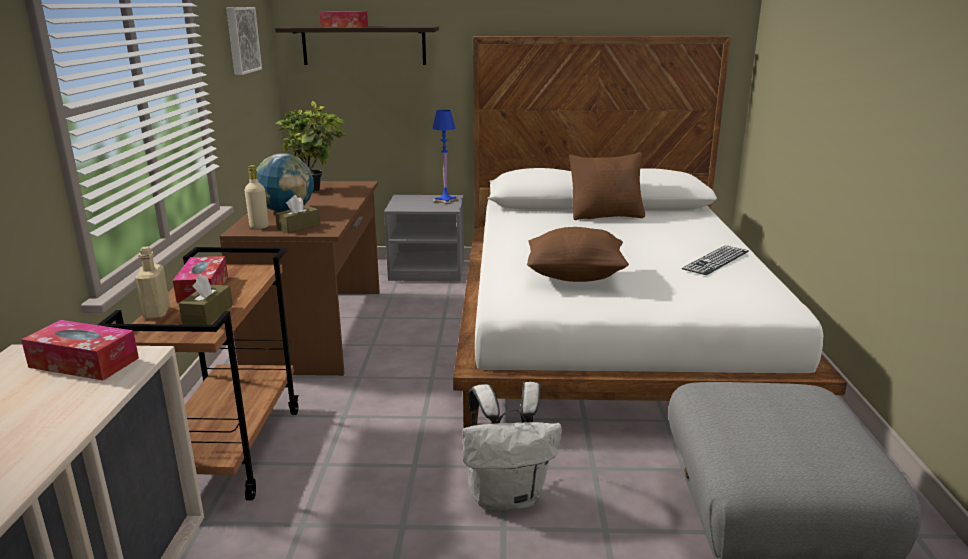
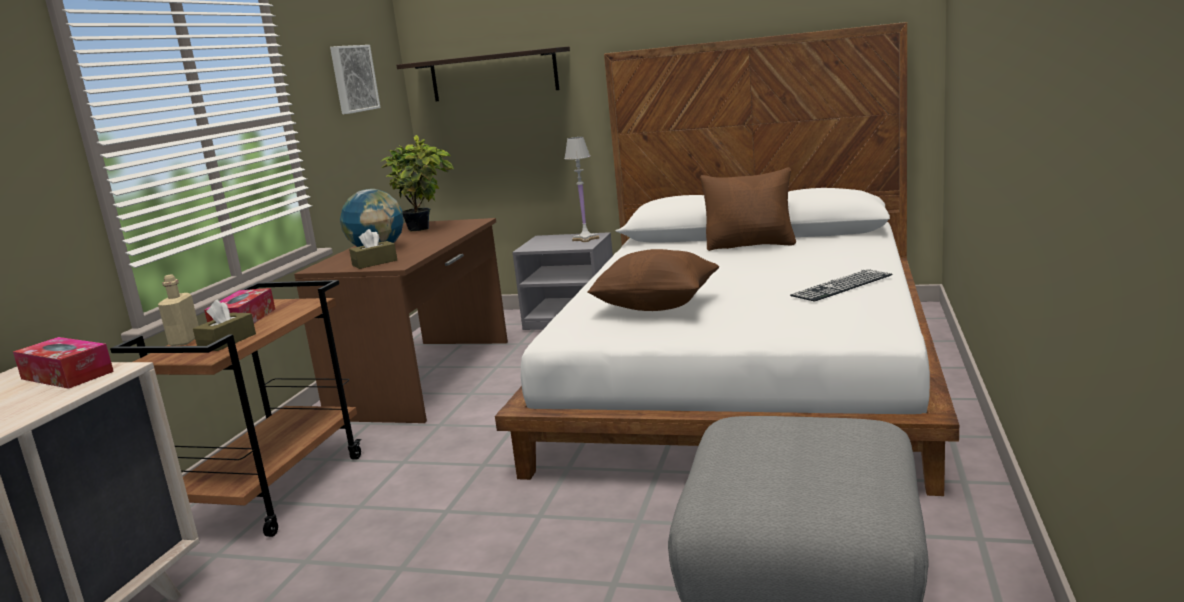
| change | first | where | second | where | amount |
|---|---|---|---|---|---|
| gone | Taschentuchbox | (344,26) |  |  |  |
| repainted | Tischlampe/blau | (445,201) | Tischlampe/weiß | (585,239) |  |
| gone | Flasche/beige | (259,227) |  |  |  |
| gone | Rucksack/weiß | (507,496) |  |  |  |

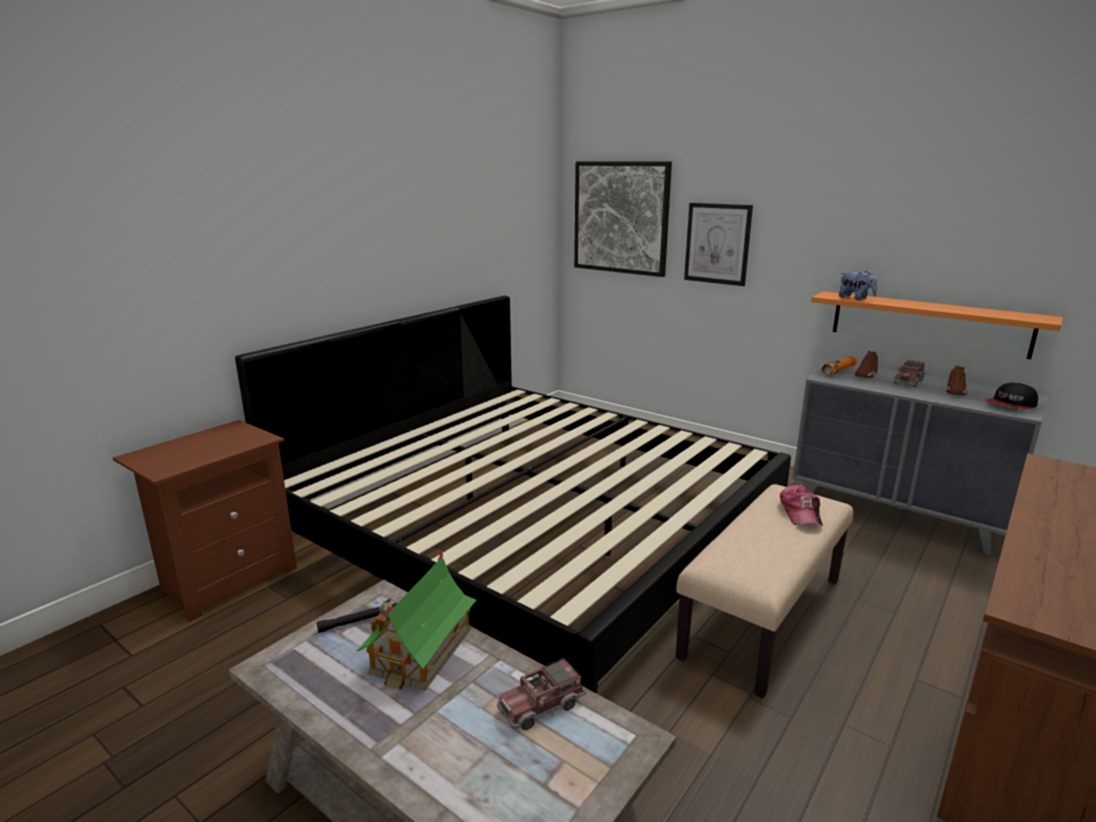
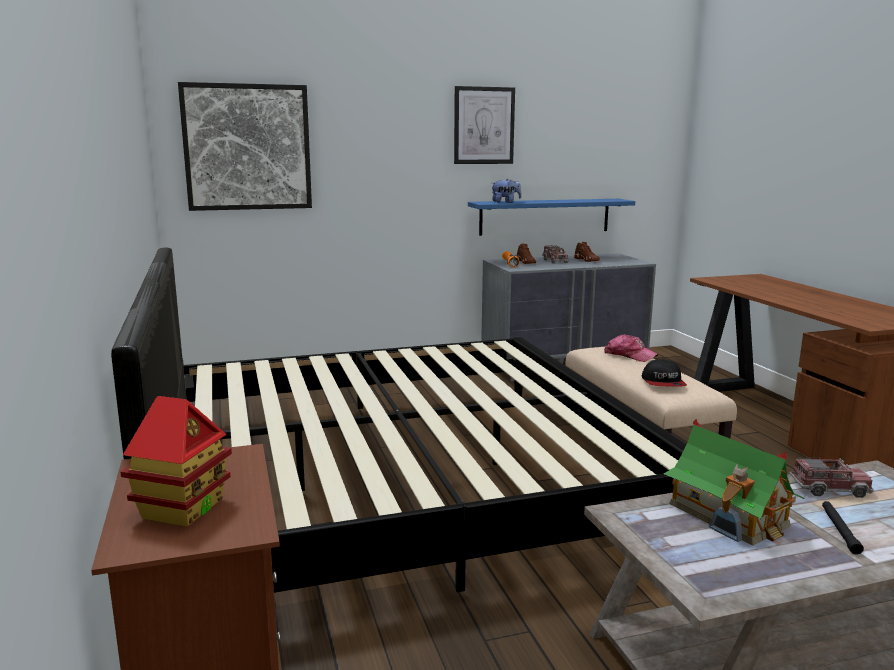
| change | first | where | second | where | amount |
|---|---|---|---|---|---|
| shifted | Bild | (717,243) |  | (484,125) |  |
| repainted | Wandregal/orange | (928,323) | Wandregal/blau | (545,216) |  |
| shifted | Kappe | (1011,405) |  | (663,383) |  |
| shifted | Taschenlampe/schwarz | (360,620) |  | (839,530) |  |
| rotated | Spielzeuglaster | (541,706) |  | (829,489) | 90 degrees counterclockwise |
| new |  |  | Spielzeughaus | (183,508) |  |

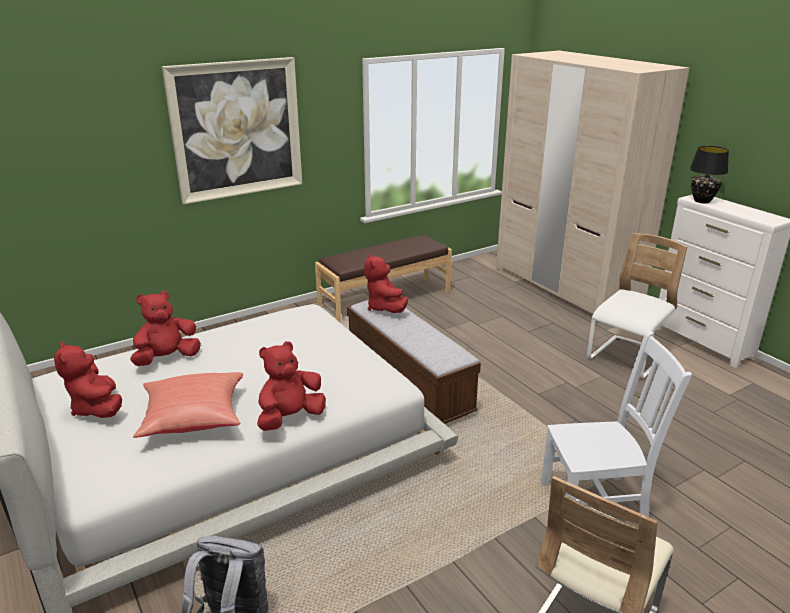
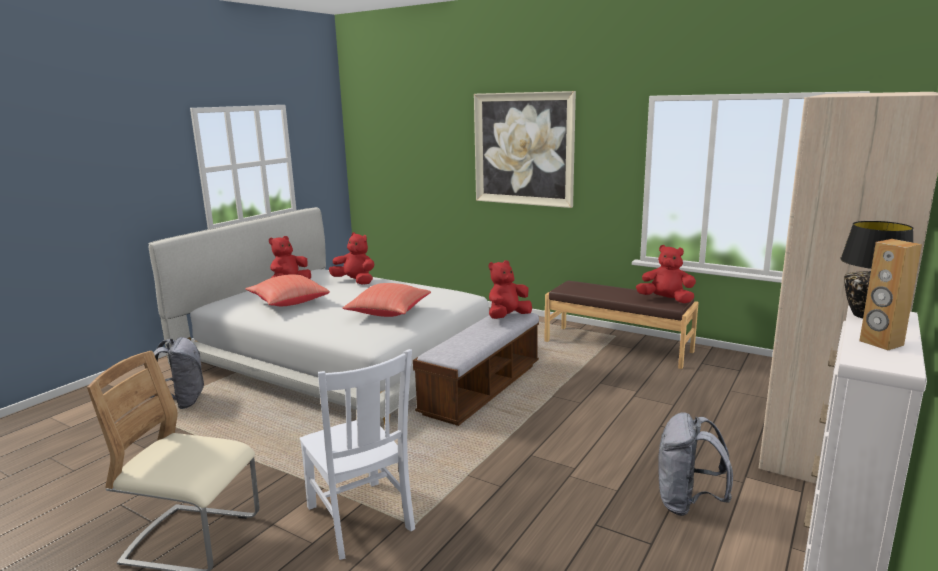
| change | first | where | second | where | amount |
|---|---|---|---|---|---|
| swapped | Stuhl/weiß | (627,358) | Rucksack/grau | (687,503) |  |
| shifted | Plüschtier/rot | (290,418) |  | (666,300) |  |
| new |  |  | Lautsprecher/braun | (881,343) |  |
| new |  |  | Kissen/rot | (389,313) |  |

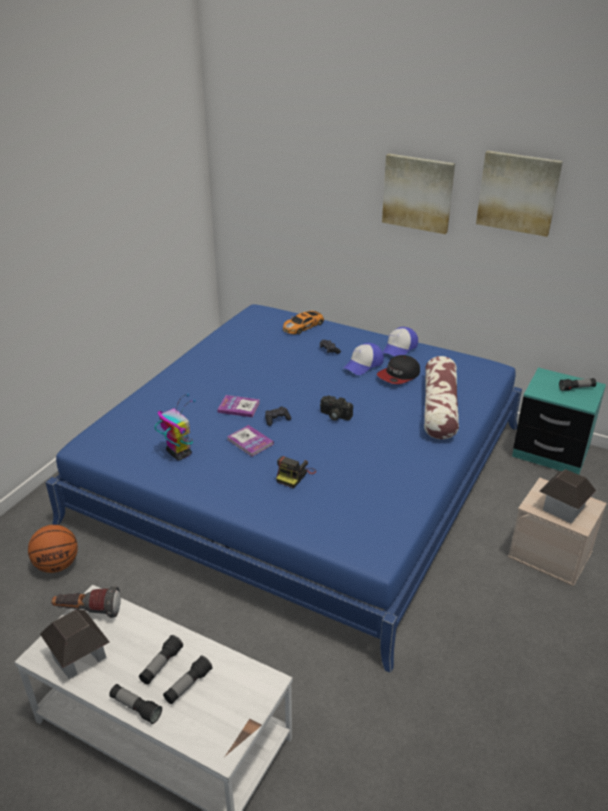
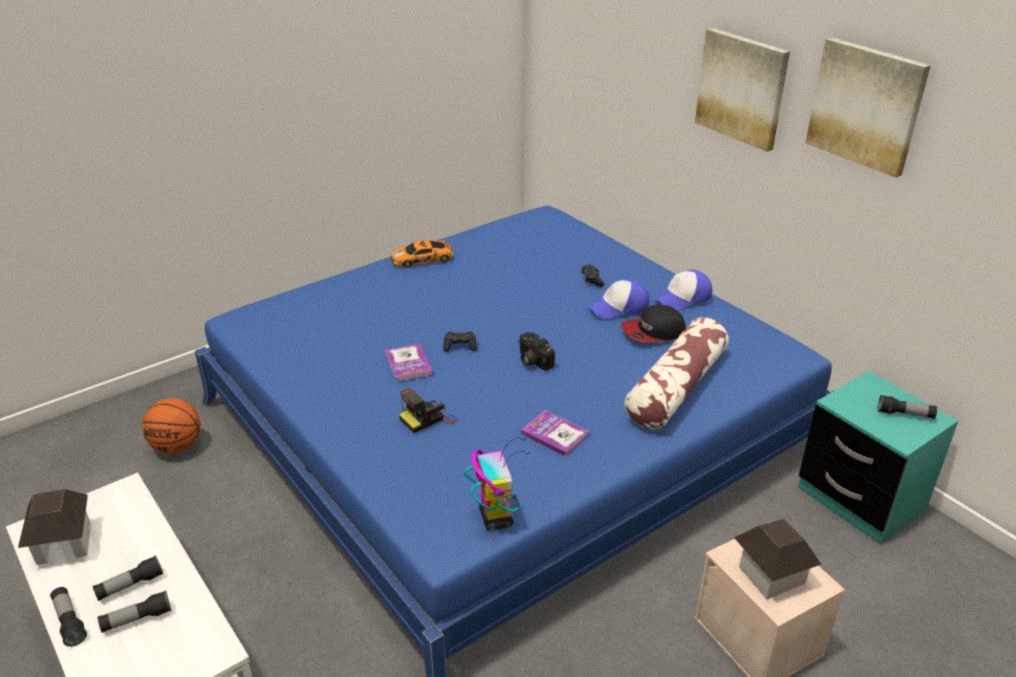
| change | first | where | second | where | amount |
|---|---|---|---|---|---|
| shifted | Spielzeugauto | (303,326) |  | (423,259) |  |
| shifted | Spielzeugroboter | (178,453) |  | (495,517) |  |
| shifted | Buch | (239,407) |  | (554,434) |  |
| gone | Taschenlampe | (88,611) |  |  |  |

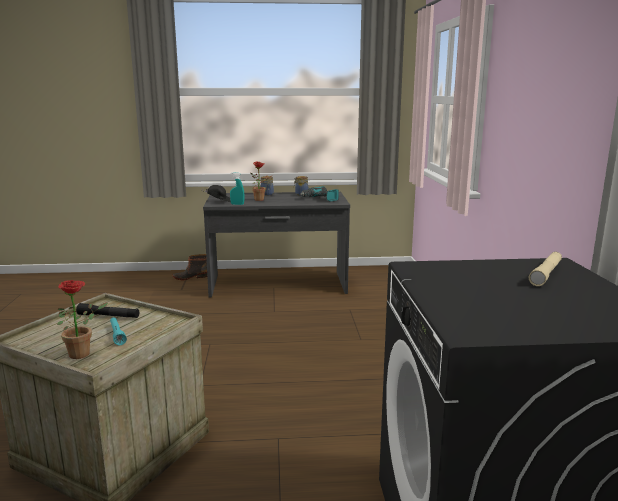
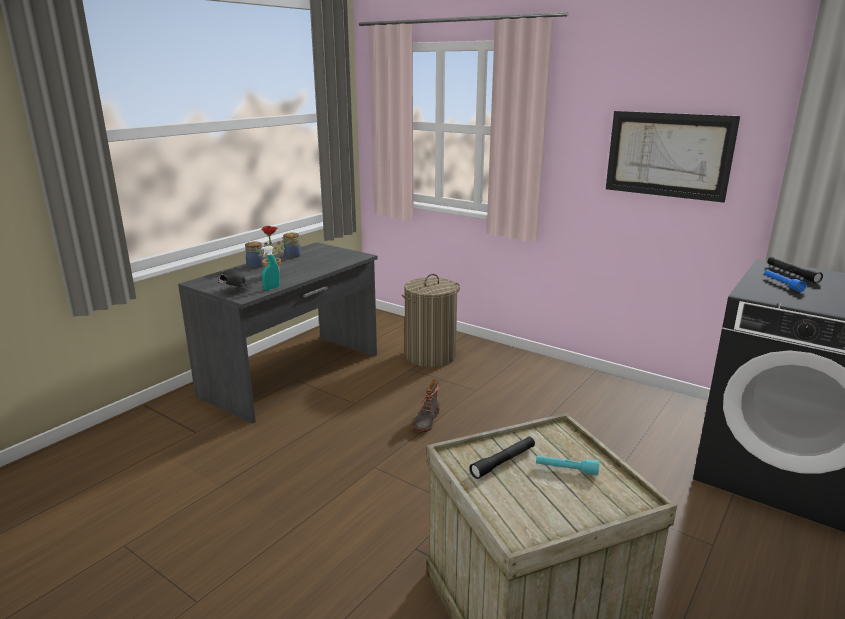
| change | first | where | second | where | amount |
|---|---|---|---|---|---|
| gone | Bohrmaschine | (320,199) |  |  |  |
| repainted | Taschenlampe/beige | (546,274) | Taschenlampe/schwarz | (792,274) |  |
| shifted | Stiefel | (190,277) |  | (425,421) |  |
| gone | Topfpflanze | (84,353) |  |  |  |
| new |  |  | Bild | (668,155) |  |
| new |  |  | Taschenlampe/blau | (782,284) |  |
| new |  |  | Wäschekorb | (430,356) |  |

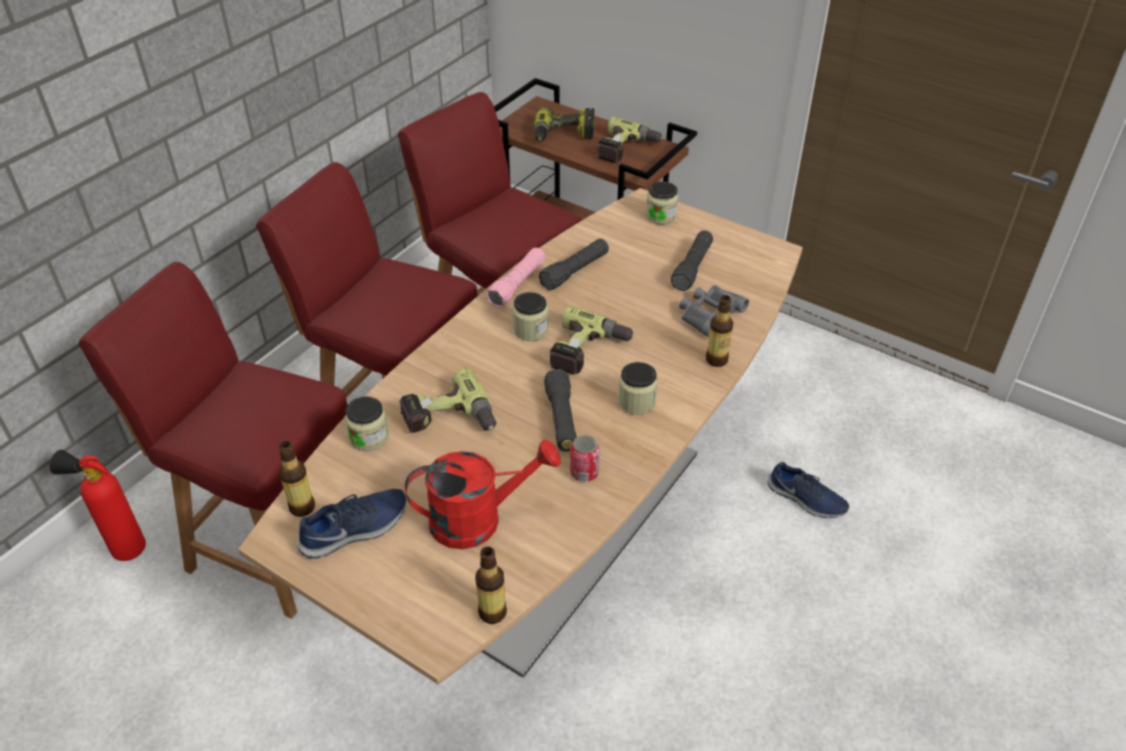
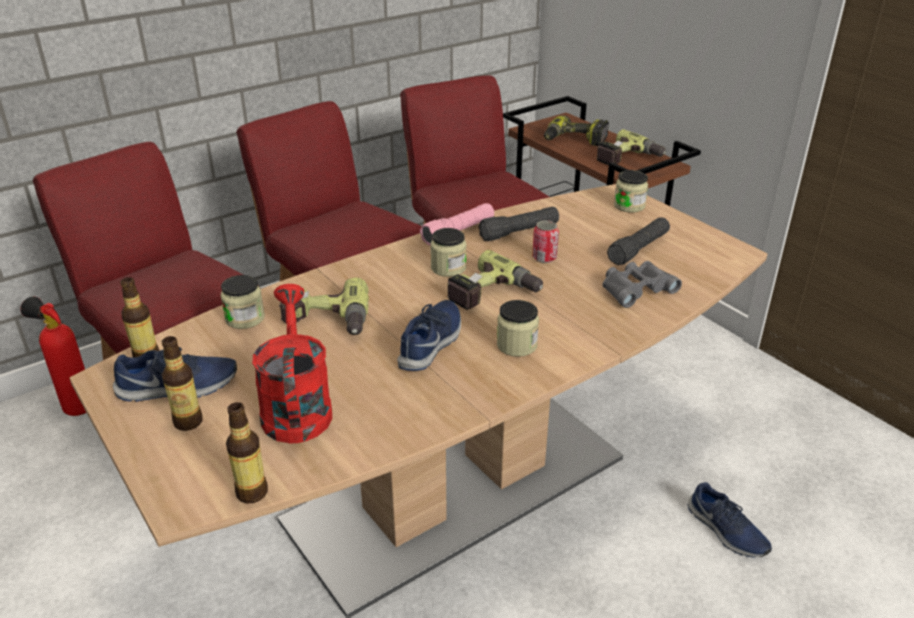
| change | first | where | second | where | amount |
|---|---|---|---|---|---|
| shifted | Flasche | (716,360) |  | (188,422) |  |
| swapped | Taschenlampe/schwarz | (561,419) | Schuh/blau | (432,343) |  |
| shifted | Dose | (584,473) |  | (544,258) |  |
| rotated | Gießkanne/rot | (478,519) |  | (296,407) | 105 degrees counterclockwise |

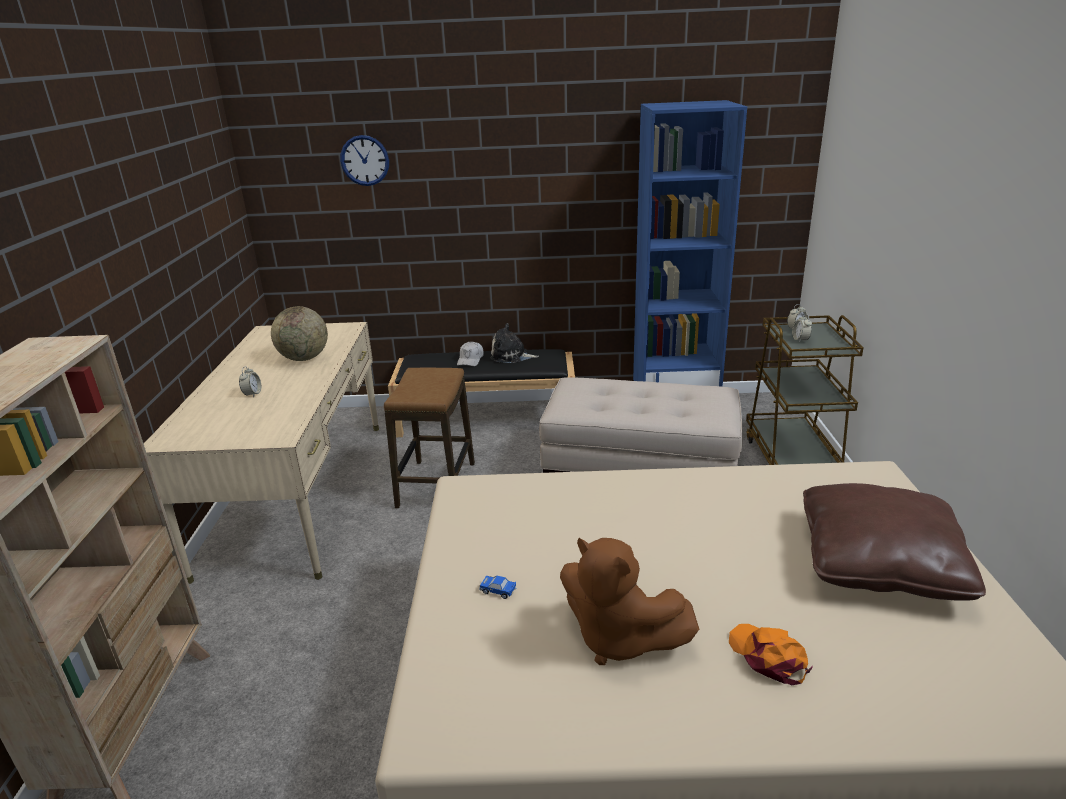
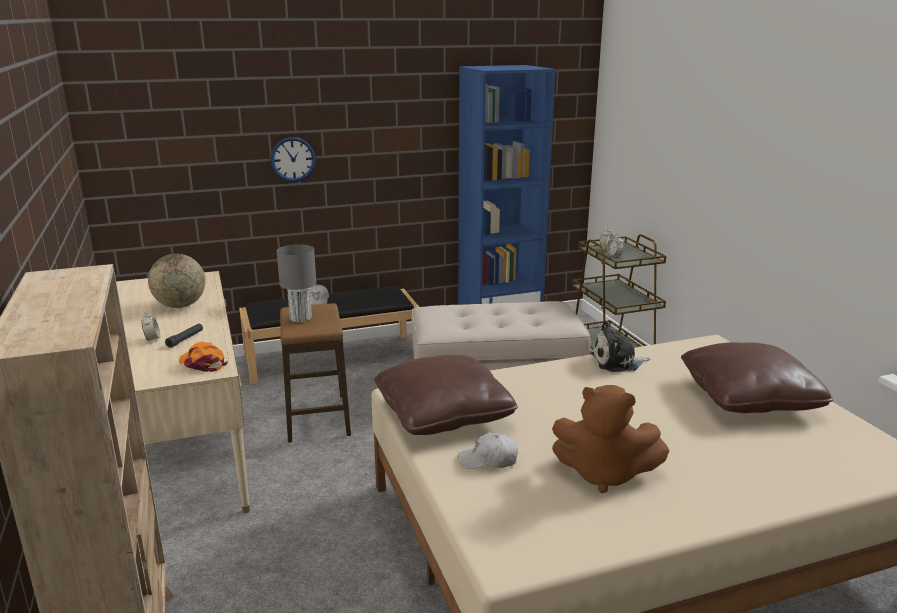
| change | first | where | second | where | amount |
|---|---|---|---|---|---|
| shifted | Wanduhr | (365,160) |  | (293,159) |  |
| shifted | Plüschtier | (511,356) |  | (617,362) |  |
| swapped | Spielzeugauto | (498,591) | Kappe/weiß | (488,460) |  |
| shifted | Kappe/orange | (768,657) |  | (202,363) |  |
| new |  |  | Tischlampe/grau | (300,318) |  |
| new |  |  | Taschenlampe/schwarz | (185,339) |  |
| new |  |  | Kissen/braun | (443,414) |  |

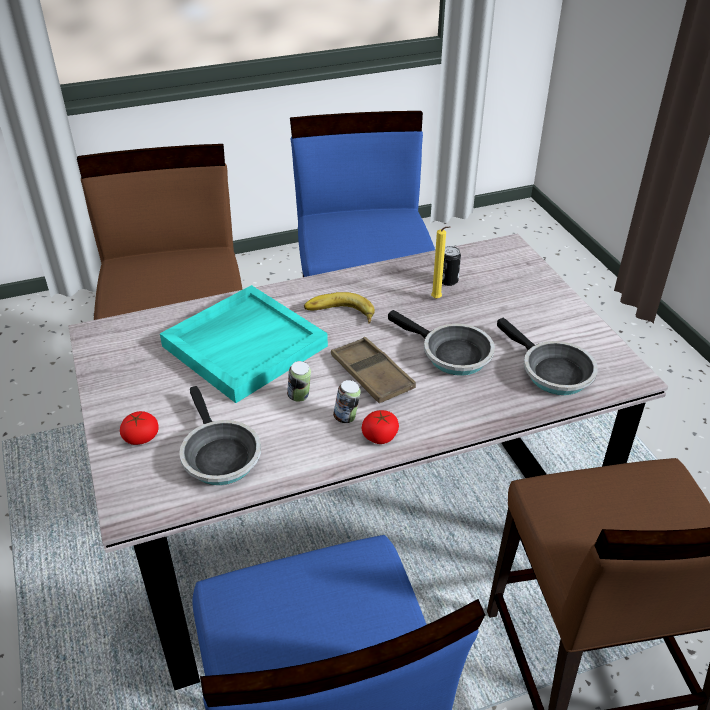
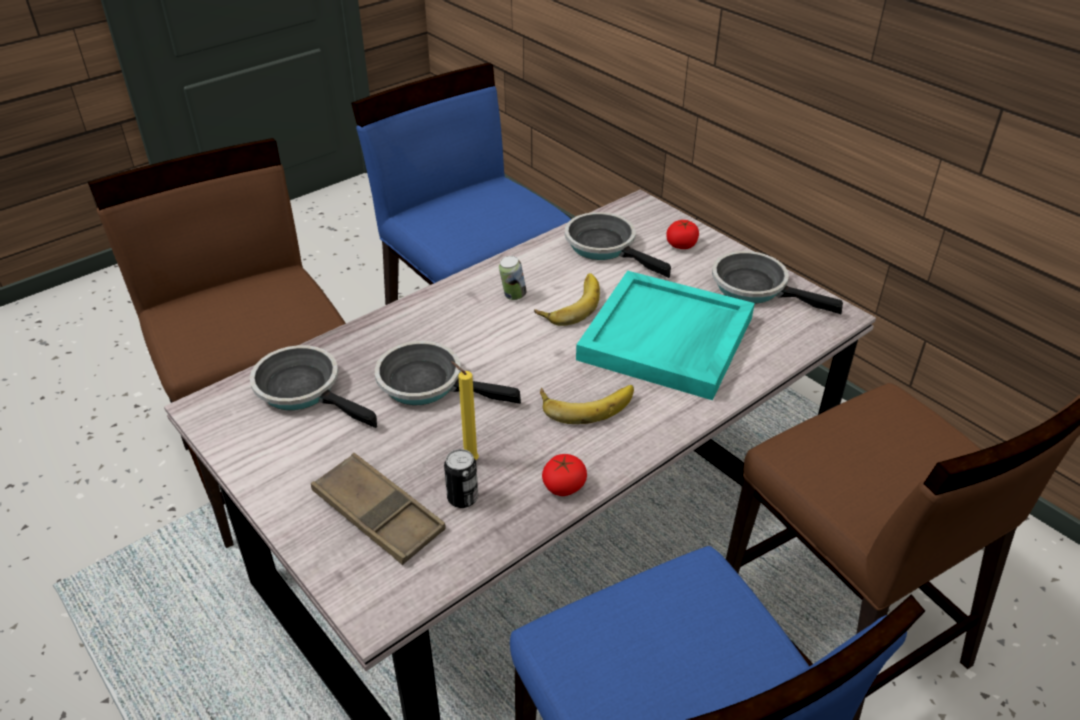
| change | first | where | second | where | amount |
|---|---|---|---|---|---|
| shifted | Tablett/braun | (371,375) |  | (378,514) |  |
| swapped | Dose | (299,397) | Banane | (569,303) |  |
| shifted | Tomate | (380,436) |  | (563,486) |  |
| new |  |  | Pfanne | (755,288) |  |

